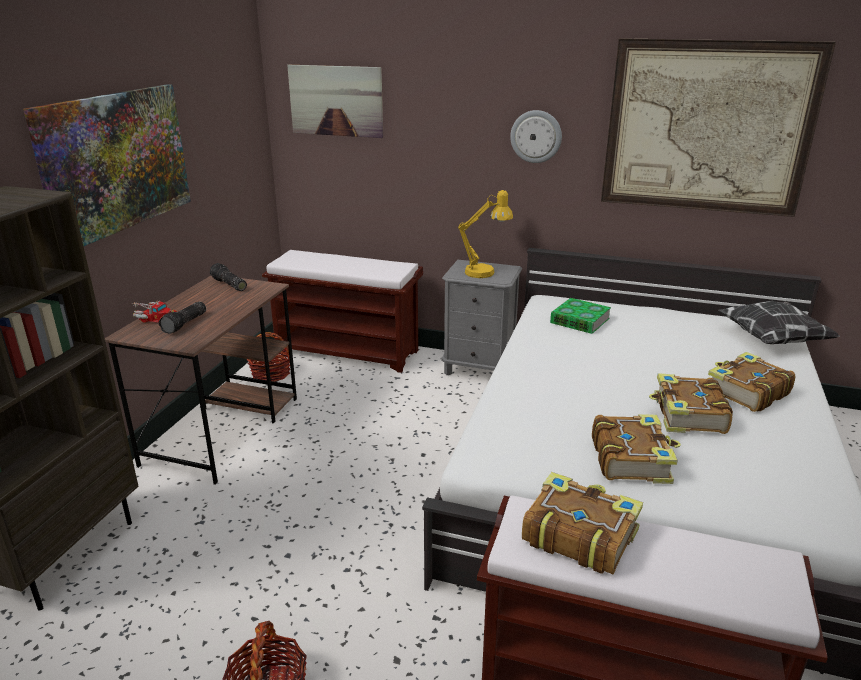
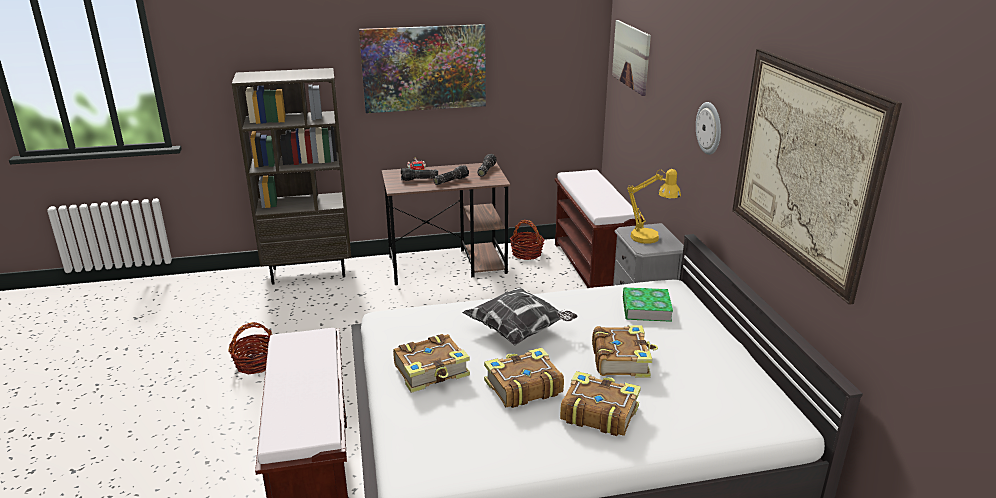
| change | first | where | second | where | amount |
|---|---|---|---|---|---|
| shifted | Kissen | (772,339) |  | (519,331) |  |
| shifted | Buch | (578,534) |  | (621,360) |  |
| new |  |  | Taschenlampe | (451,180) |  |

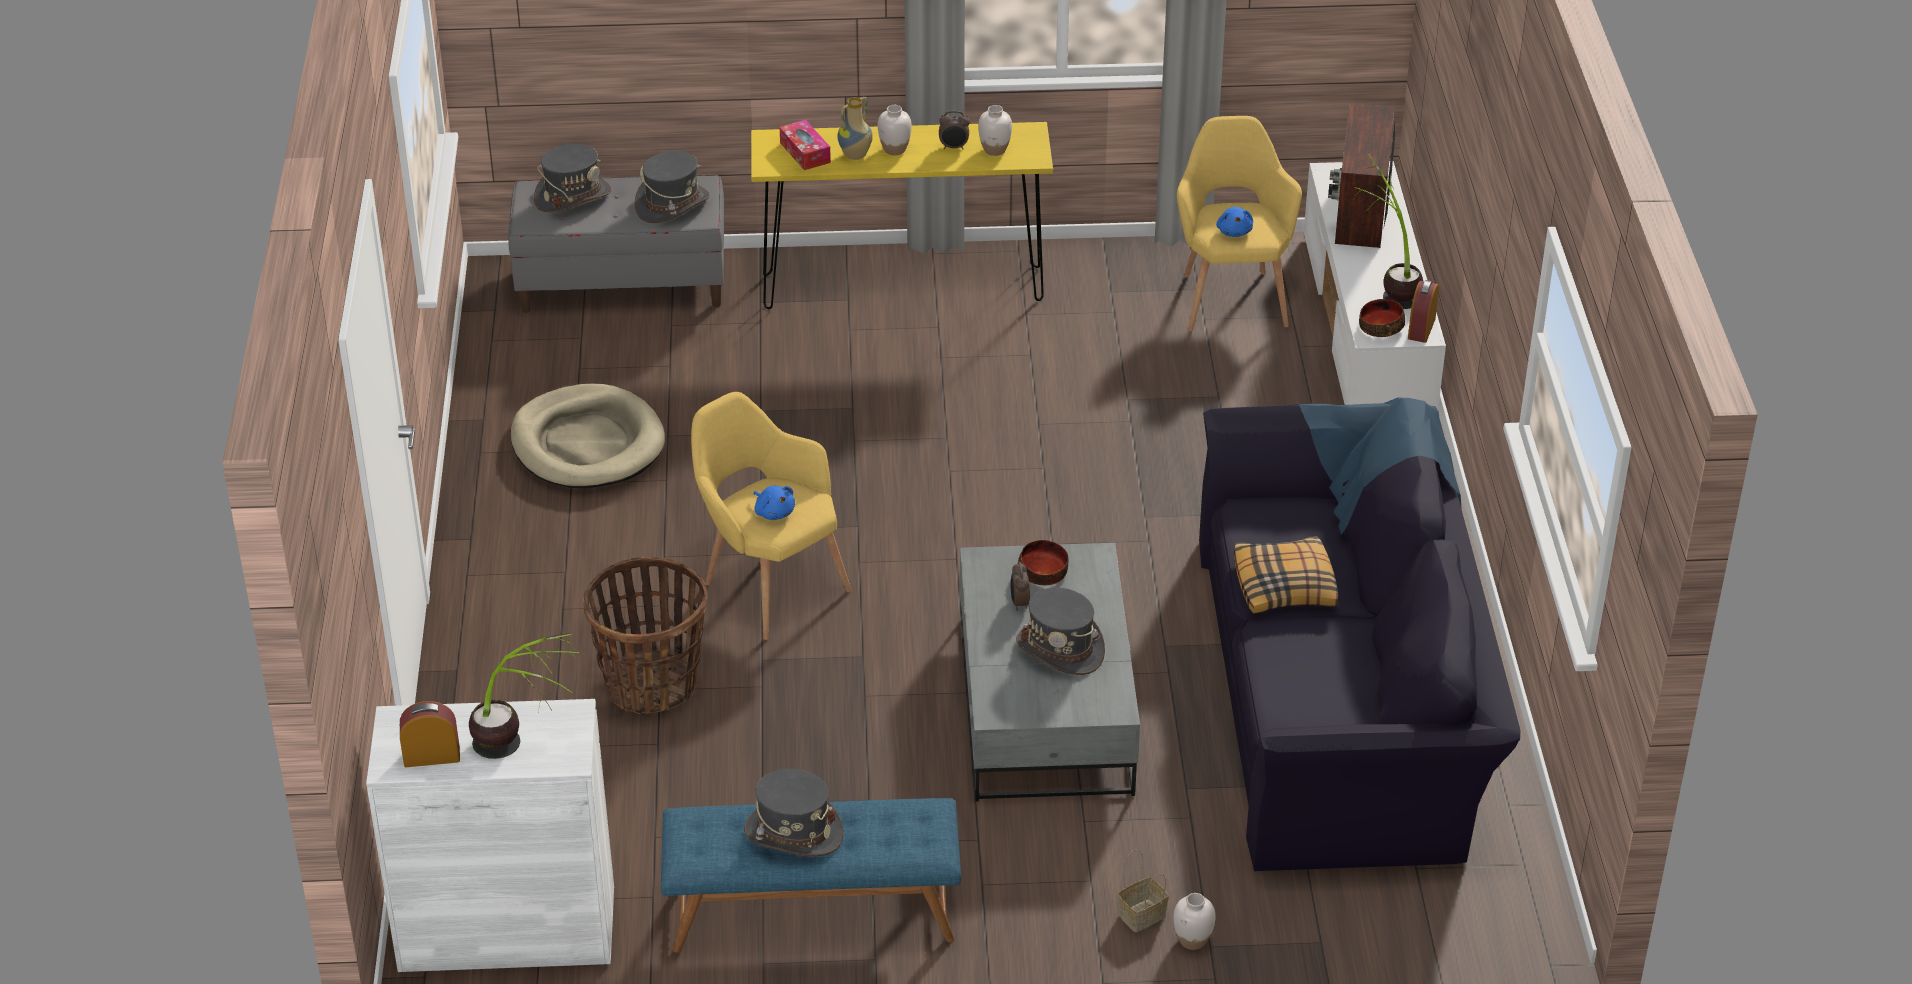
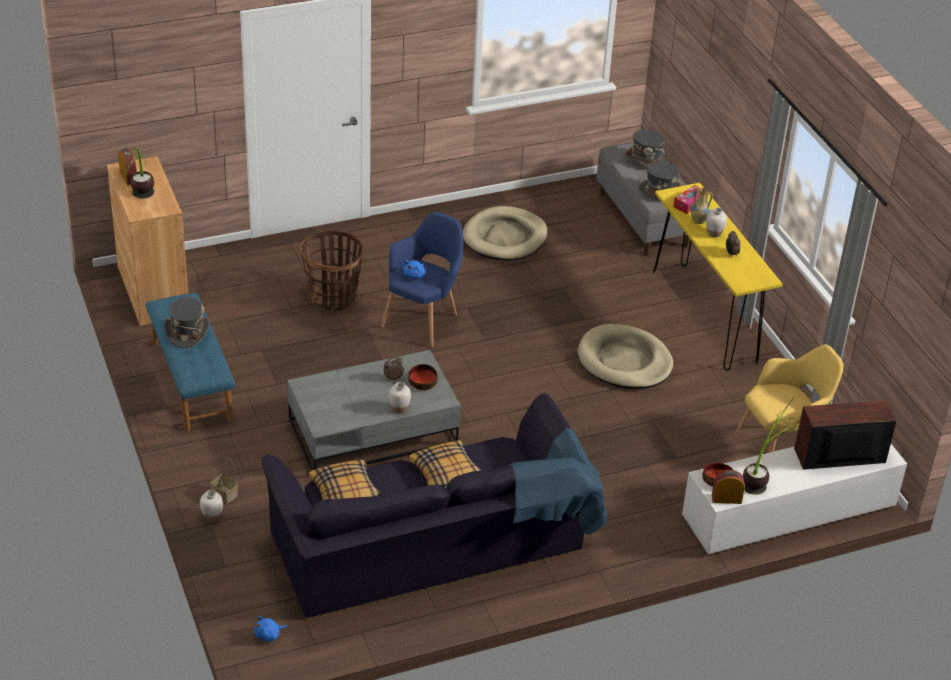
| change | first | where | second | where | amount |
|---|---|---|---|---|---|
| shifted | Vase/weiß | (995,150) |  | (399,409) |  |
| shifted | Plüschtier/blau | (1234,231) |  | (269,635) |  |
| repainted | Sessel/gelb | (768,584) | Sessel/blau | (424,319) |  |
| gone | Hut/grau | (1060,649) |  |  |  |
| repainted | Schrank/weiß | (507,929) | Schrank/braun | (153,291) |  |
| new |  |  | Hundebett/beige | (624,361) |  |
| new |  |  | Kissen | (344,492) |  |

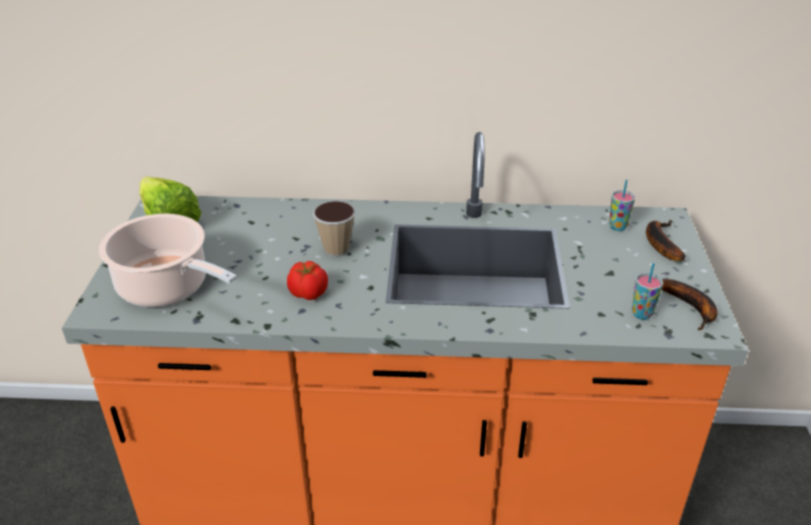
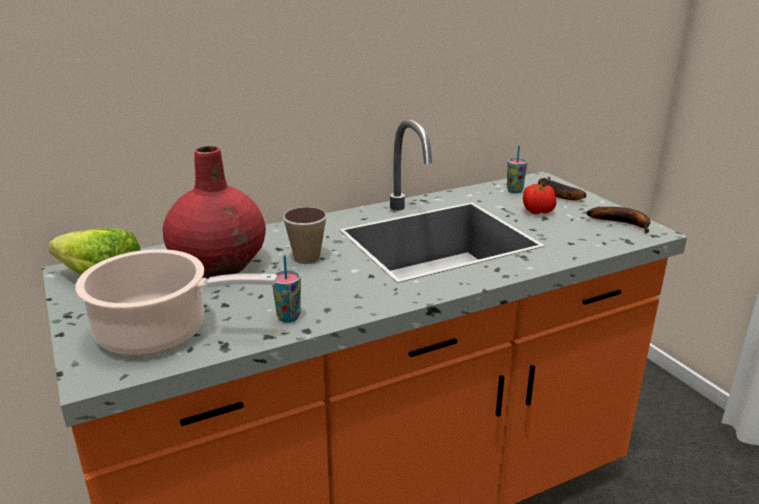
| change | first | where | second | where | amount |
|---|---|---|---|---|---|
| shifted | Tomate | (308,294) |  | (538,211) |  |
| shifted | Tasse | (641,314) |  | (288,317) |  |
| new |  |  | Vase/rot | (219,265) |  |

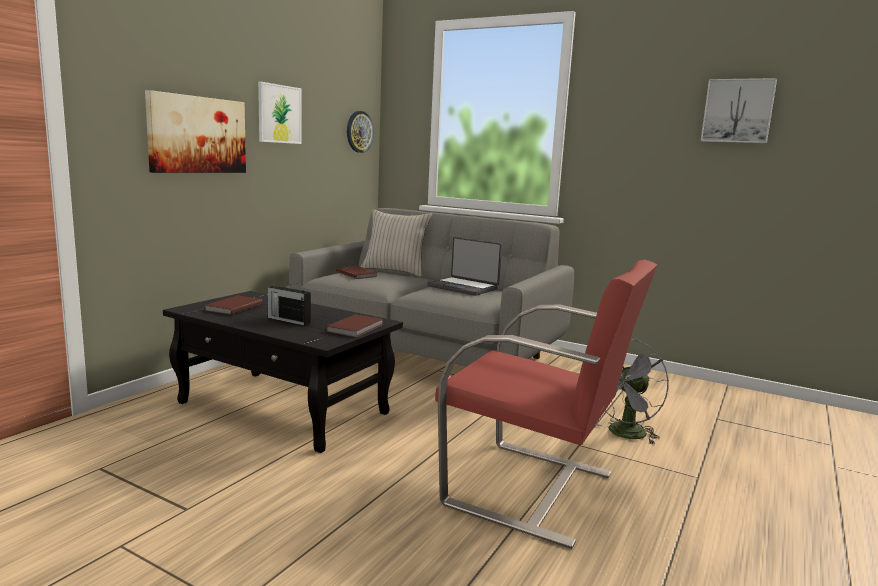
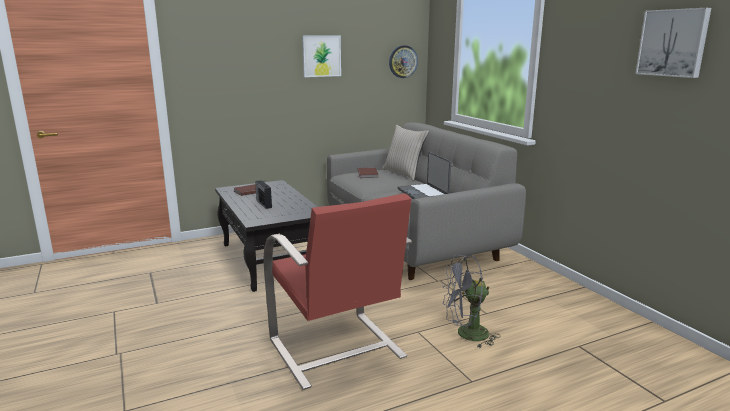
| change | first | where | second | where | amount |
|---|---|---|---|---|---|
| gone | Bild | (197,135) |  |  |  |
| gone | Buch/braun | (356,328) |  |  |  |

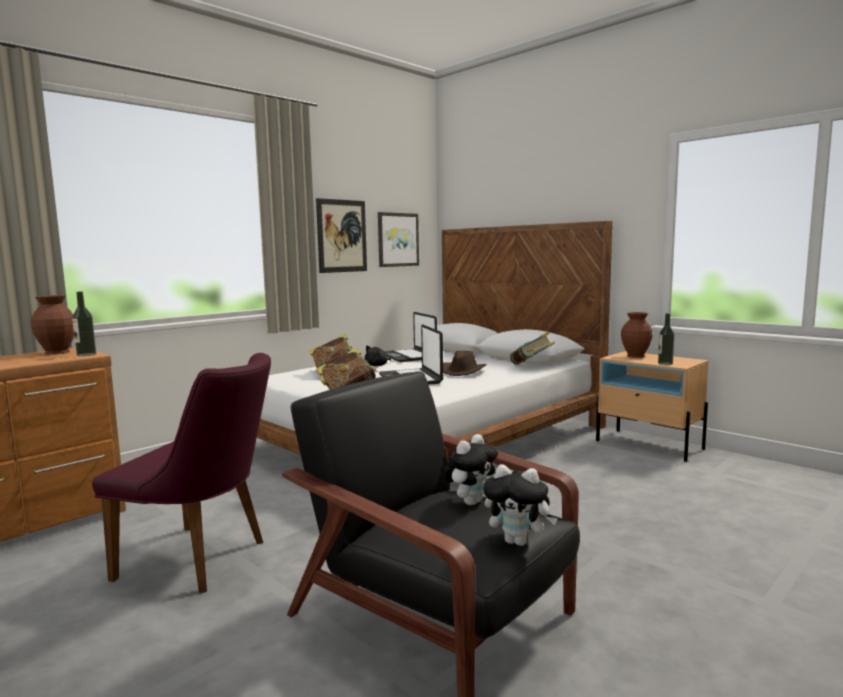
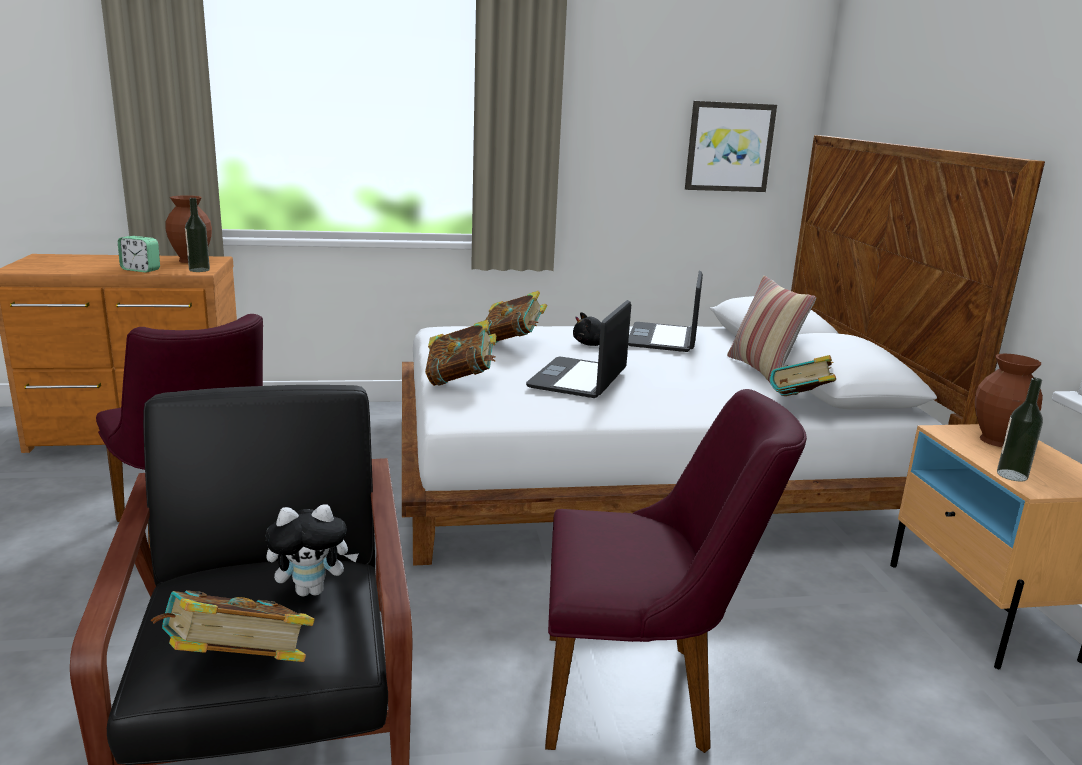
| change | first | where | second | where | amount |
|---|---|---|---|---|---|
| gone | Bild | (342,236) |  |  |  |
| gone | Hut/braun | (463,371) |  |  |  |
| swapped | Plüschtier | (518,541) | Buch | (236,670) |  |
| new |  |  | Wecker | (141,270) |  |
| new |  |  | Kissen | (762,370) |  |
| new |  |  | Stuhl/lila | (643,693) |  |

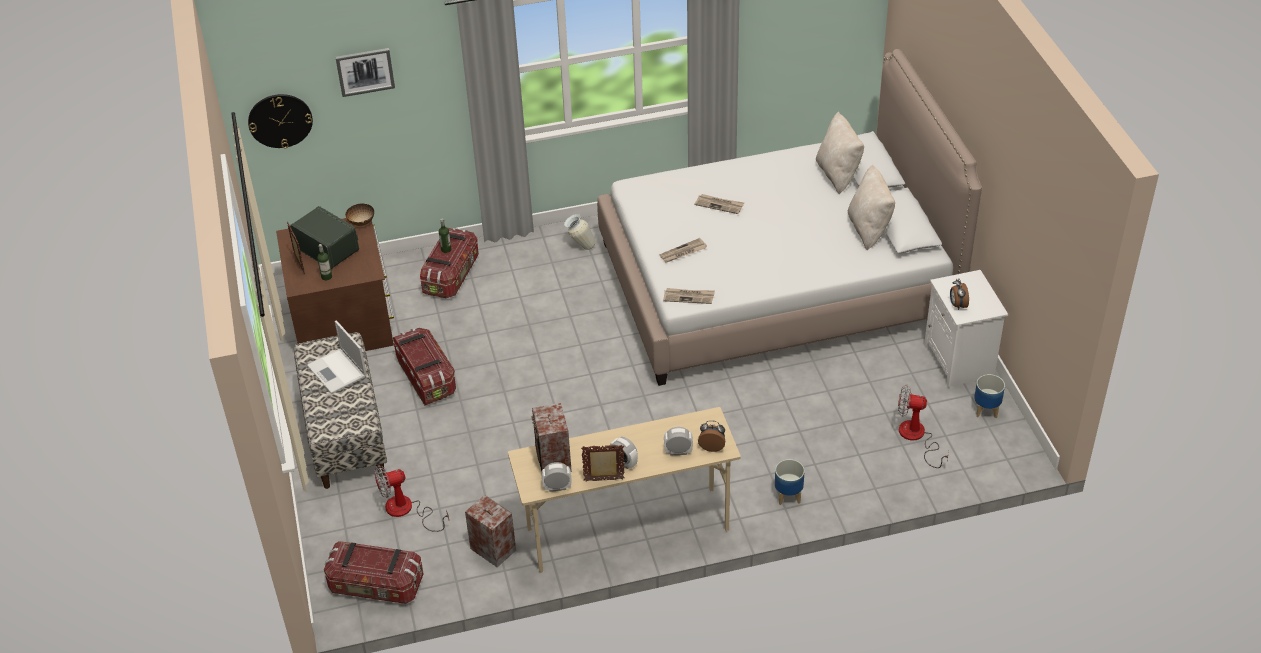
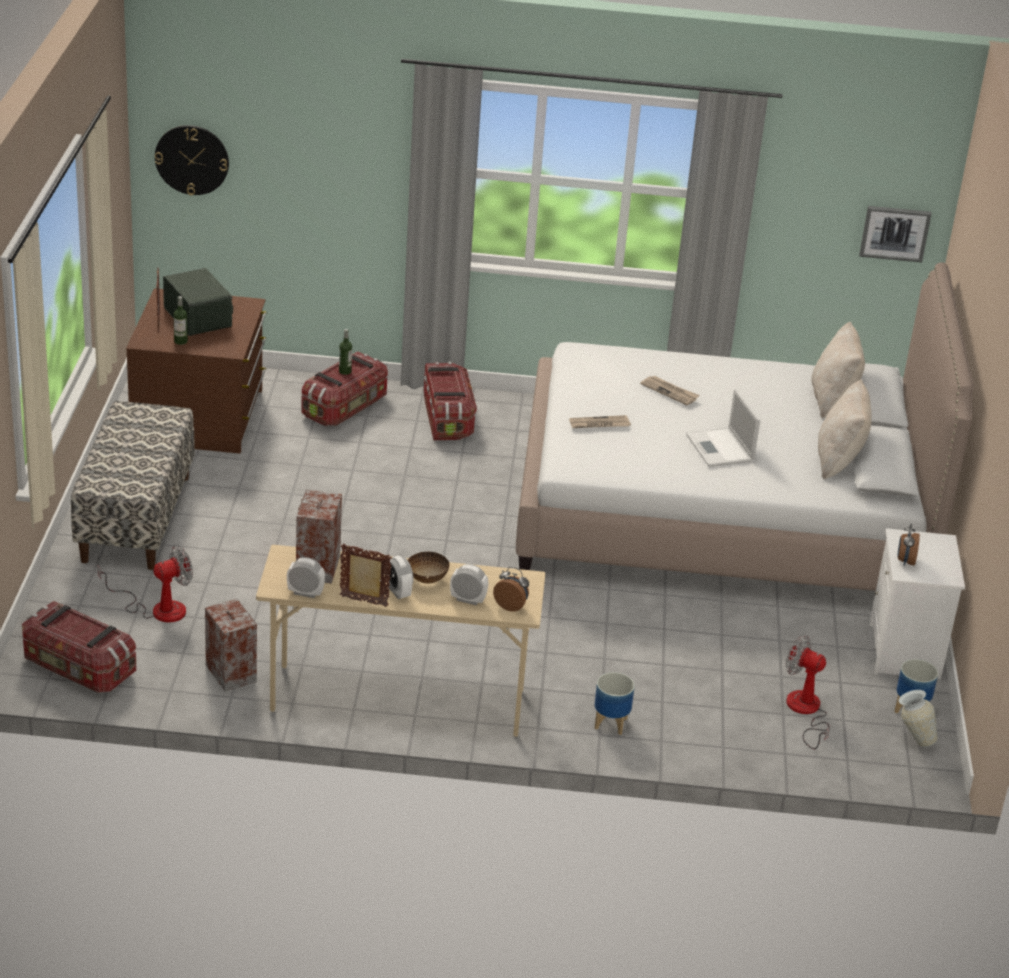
| change | first | where | second | where | amount |
|---|---|---|---|---|---|
| shifted | Bild | (365,71) |  | (894,233) |  |
| shifted | Schüssel | (361,222) |  | (426,579) |  |
| shifted | Vase | (580,246) |  | (912,739) |  |
| gone | Zeitung | (689,297) |  |  |  |
| shifted | Laptop | (338,371) |  | (720,449) |  |
| shifted | Aufbewahrungsbox | (426,377) |  | (447,418) |  |
| rotated | Ventilator | (407,510) |  | (157,609) | 150 degrees clockwise |

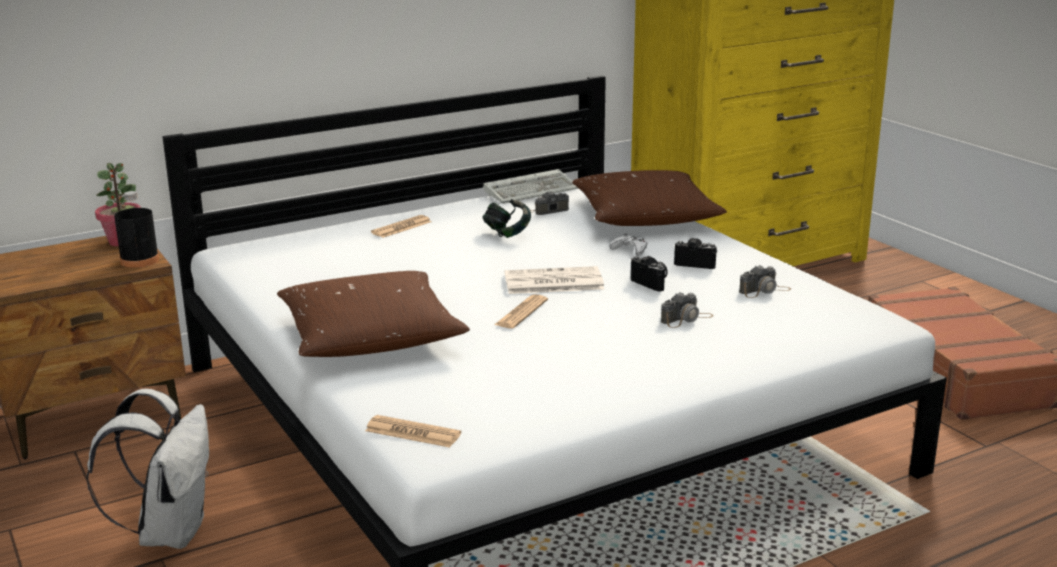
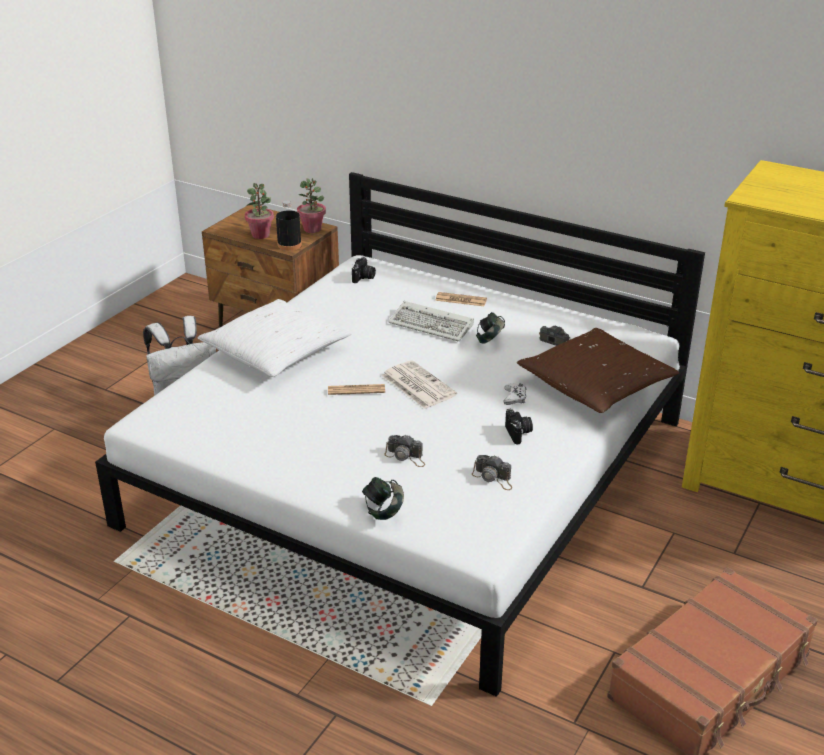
| change | first | where | second | where | amount |
|---|---|---|---|---|---|
| shifted | Tastatur | (532,190) |  | (433,325) |  |
| shifted | Kamera | (652,283) |  | (364,278) |  |
| repainted | Kissen/braun | (370,336) | Kissen/weiß | (276,352) |  |
| gone | Zeitung | (413,433) |  |  |  |
| new |  |  | Topfpflanze | (261,235) |  |
| new |  |  | Kopfhörer | (383,511) |  |

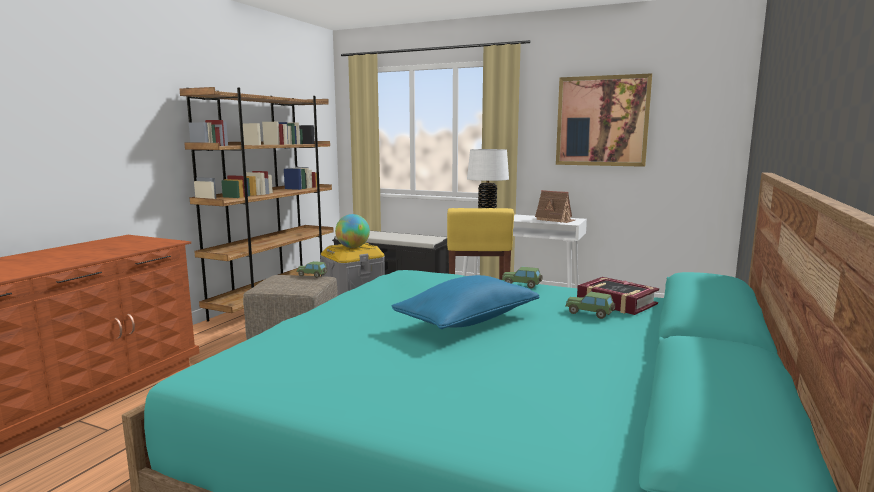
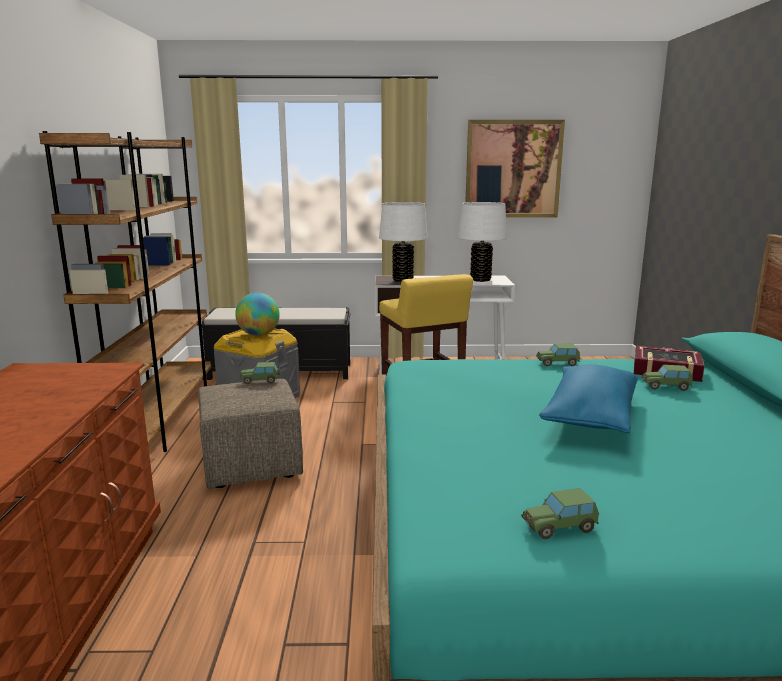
| change | first | where | second | where | amount |
|---|---|---|---|---|---|
| swapped | Spielzeughaus | (555,220) | Tischlampe/weiß | (480,280) |  |
| new |  |  | Spielzeugauto | (560,527) |  |

